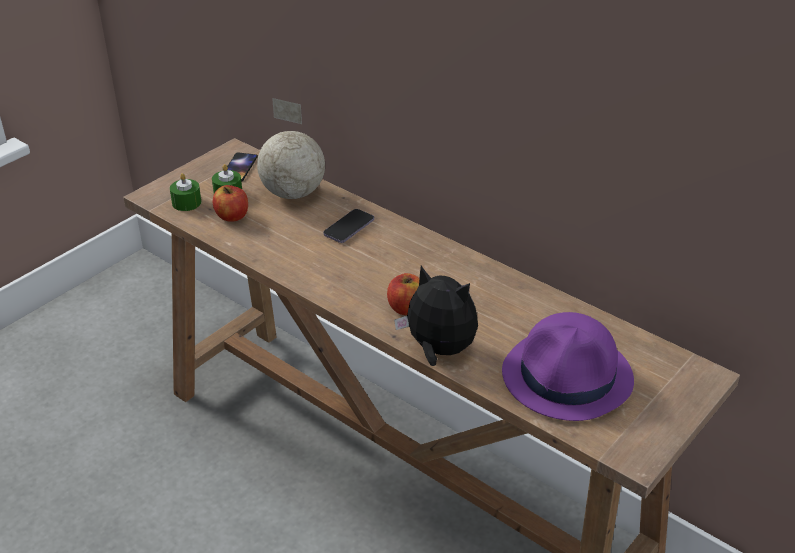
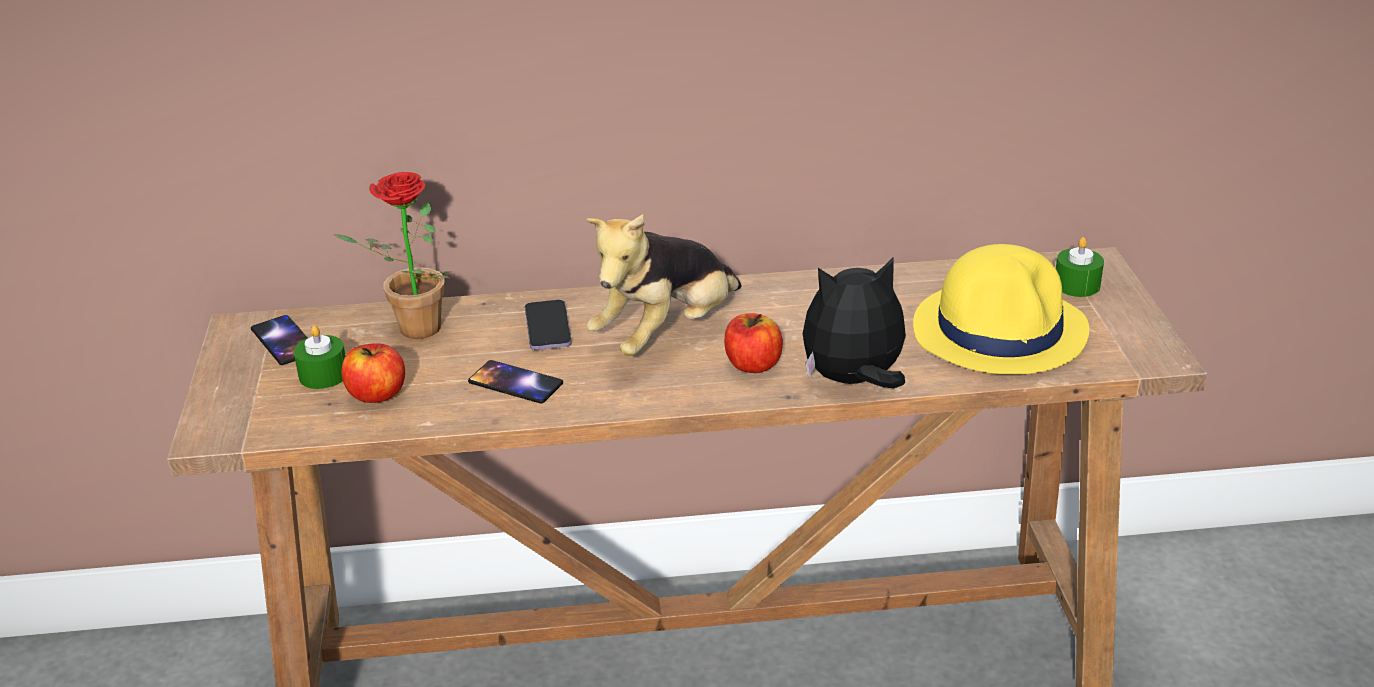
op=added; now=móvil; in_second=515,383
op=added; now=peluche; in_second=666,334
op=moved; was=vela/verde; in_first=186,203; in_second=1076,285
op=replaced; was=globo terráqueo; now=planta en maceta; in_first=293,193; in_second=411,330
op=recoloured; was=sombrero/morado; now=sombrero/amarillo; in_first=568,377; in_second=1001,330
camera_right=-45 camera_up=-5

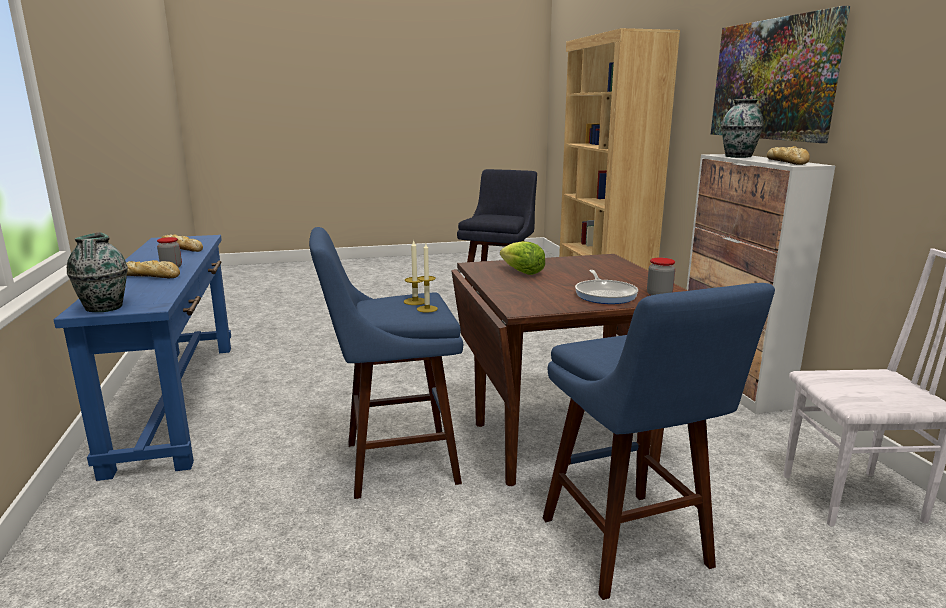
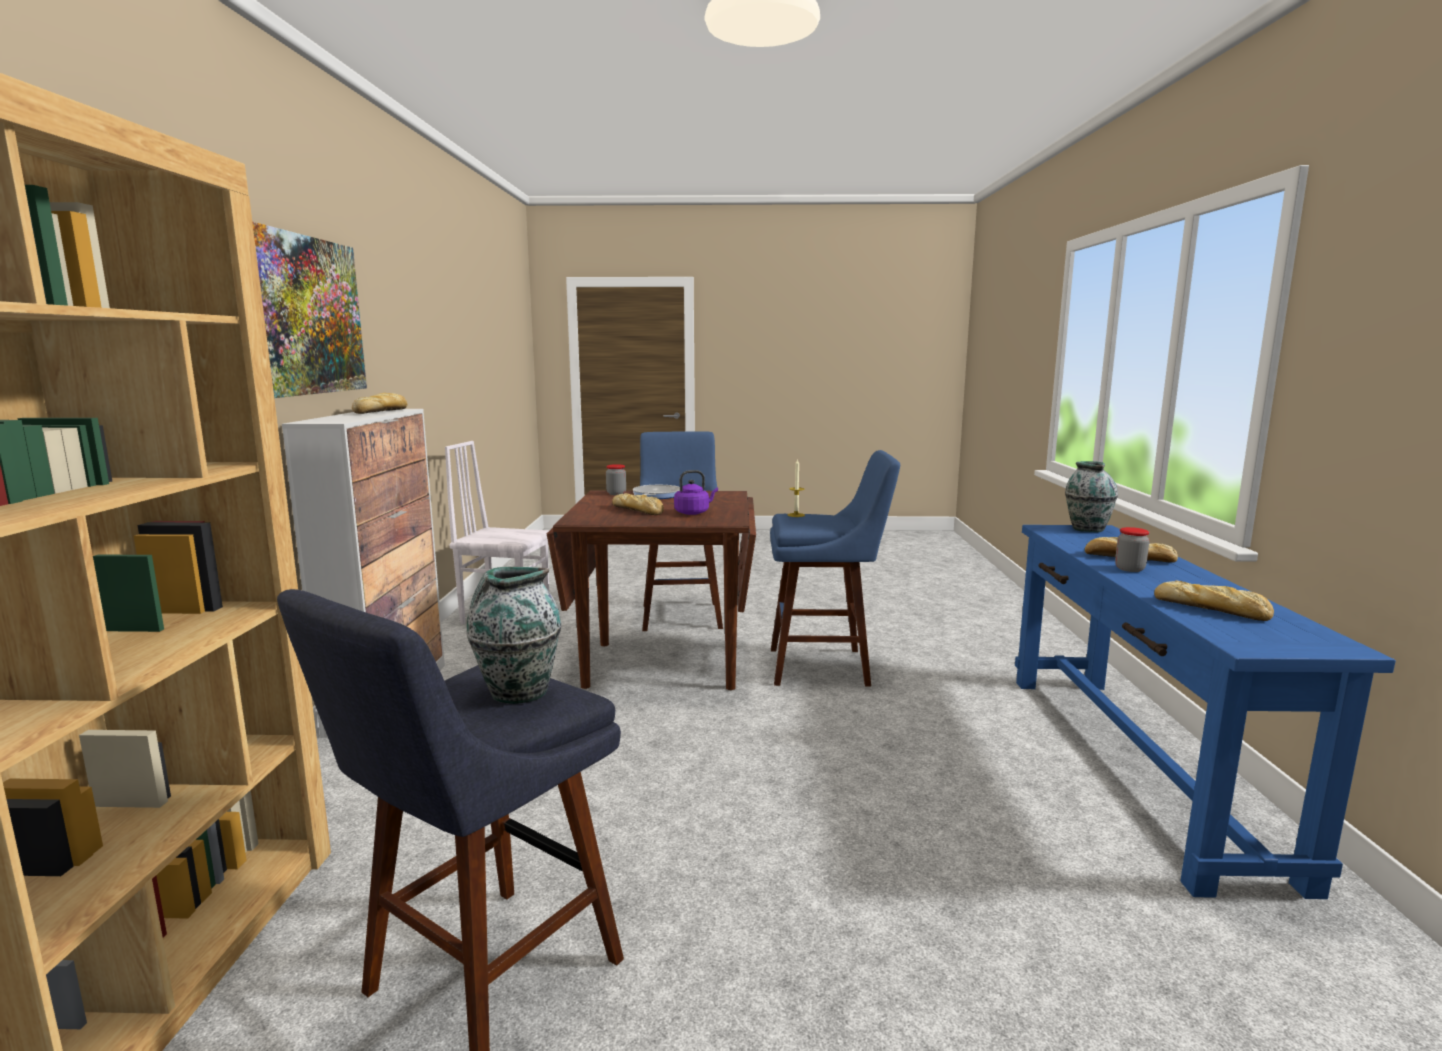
op=removed; was=vela; in_first=415,301
op=added; now=pan; in_second=638,510
op=moved; was=florero; in_first=738,157; in_second=517,692
op=replaced; was=lechuga; now=hervidor/morado; in_first=522,272; in_second=693,512
camera_right=-165 camera_up=-5

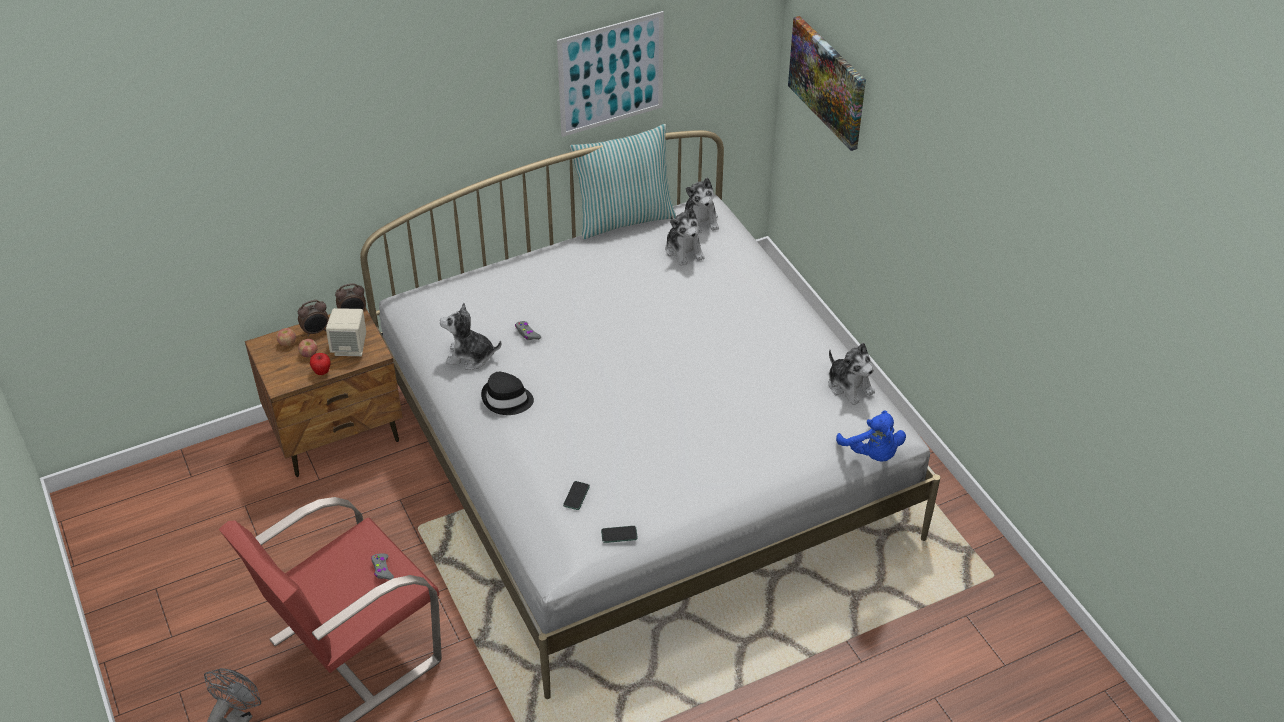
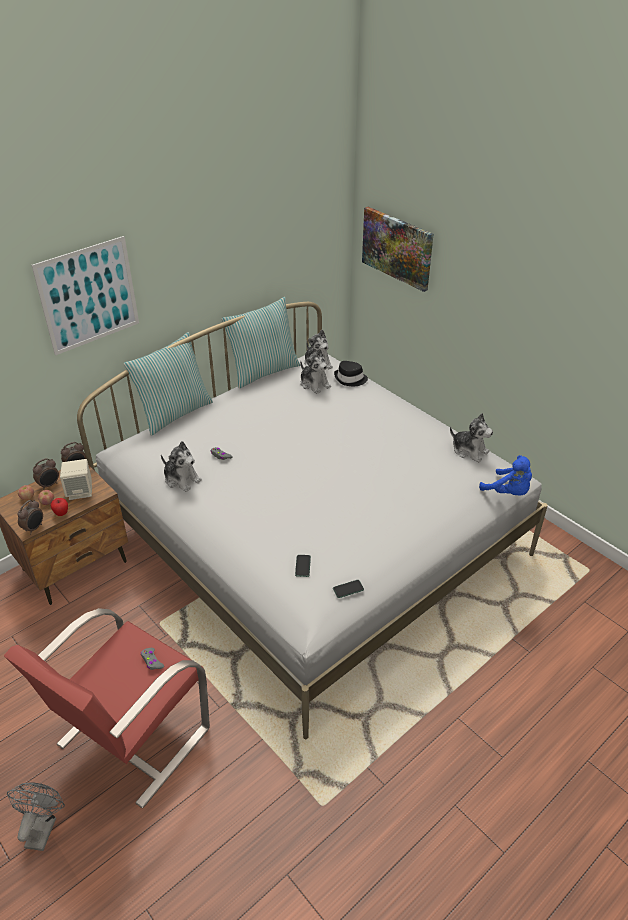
op=added; now=despertador; in_second=34,528
op=added; now=cojín; in_second=174,413
op=moved; was=sombrero/negro; in_first=507,400; in_second=350,379
op=moved; was=cuadro; in_first=611,74; in_second=88,295
op=turned; was=peluche; in_first=470,356; in_second=181,479; clockwise=-135
camera_right=-15 camera_up=-5

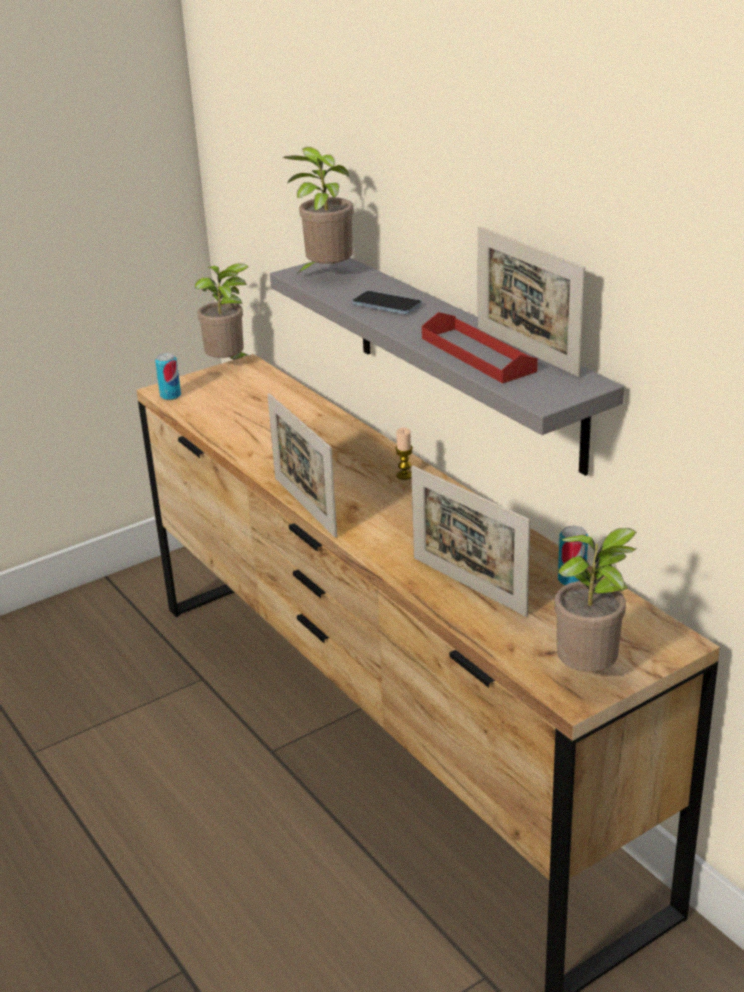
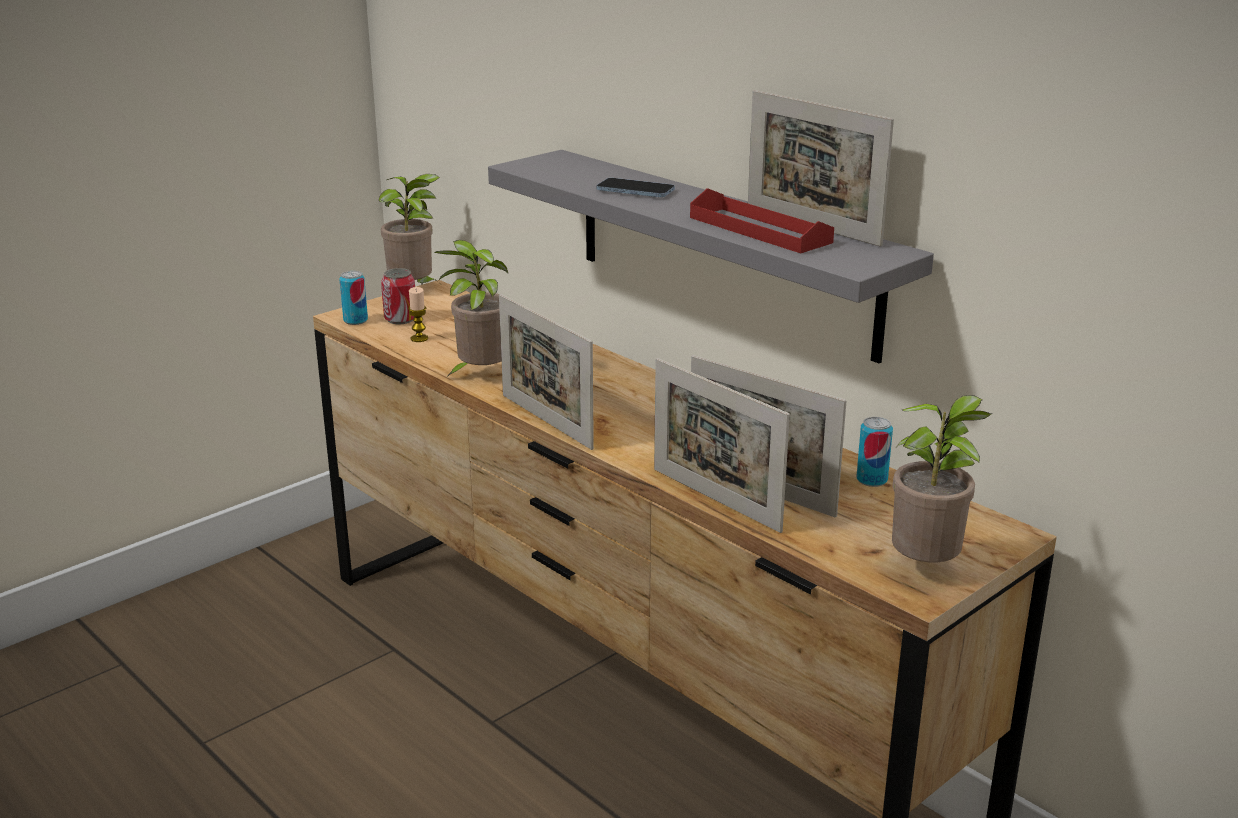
op=added; now=lata; in_second=400,319
op=added; now=portarretratos; in_second=715,499
op=moved; was=planta en maceta; in_first=326,274; in_second=480,375
op=moved; was=vela; in_first=404,475; in_second=419,338
camera_right=-10 camera_up=-5

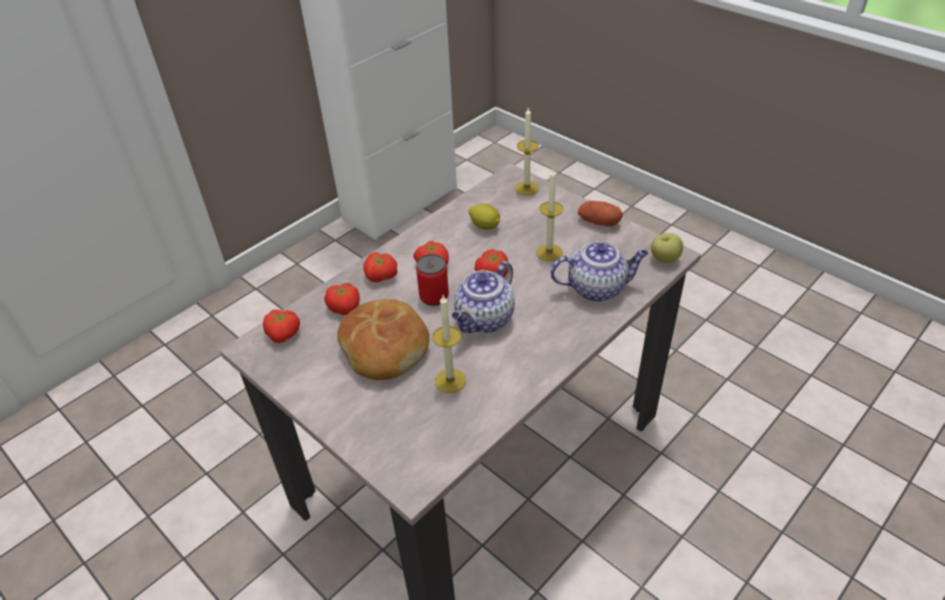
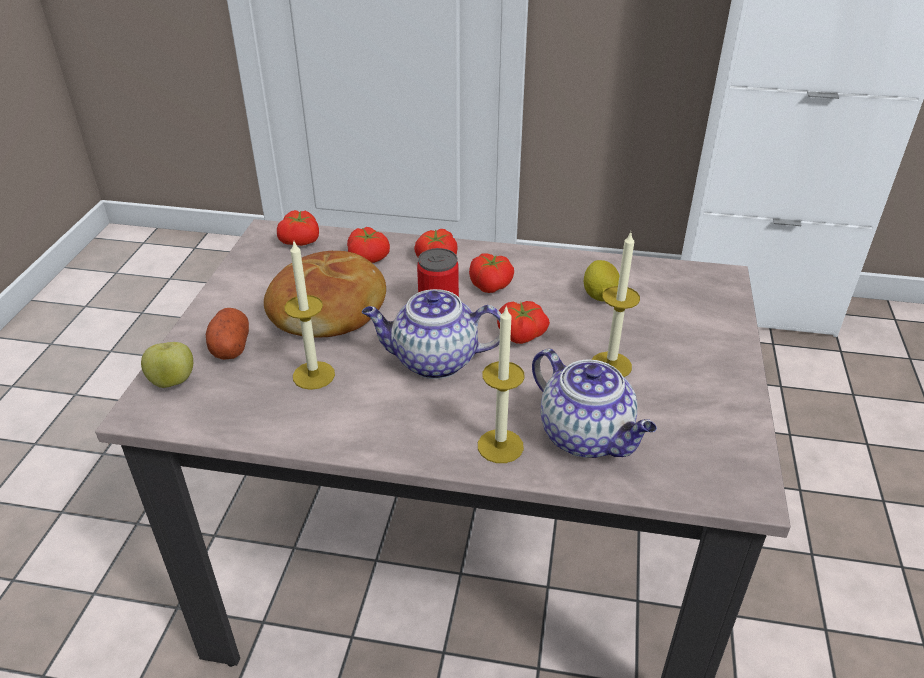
op=moved; was=vela; in_first=526,188; in_second=500,446
op=moved; was=patata; in_first=598,222; in_second=230,346
op=moved; was=manzana; in_first=664,259; in_second=173,381
camera_right=55 camera_up=-5

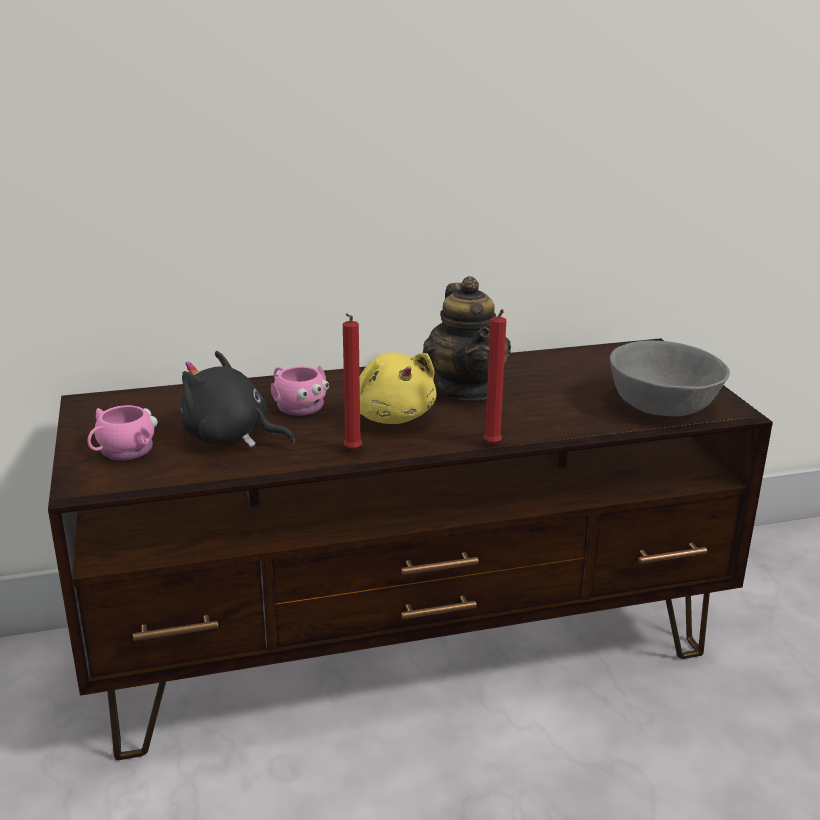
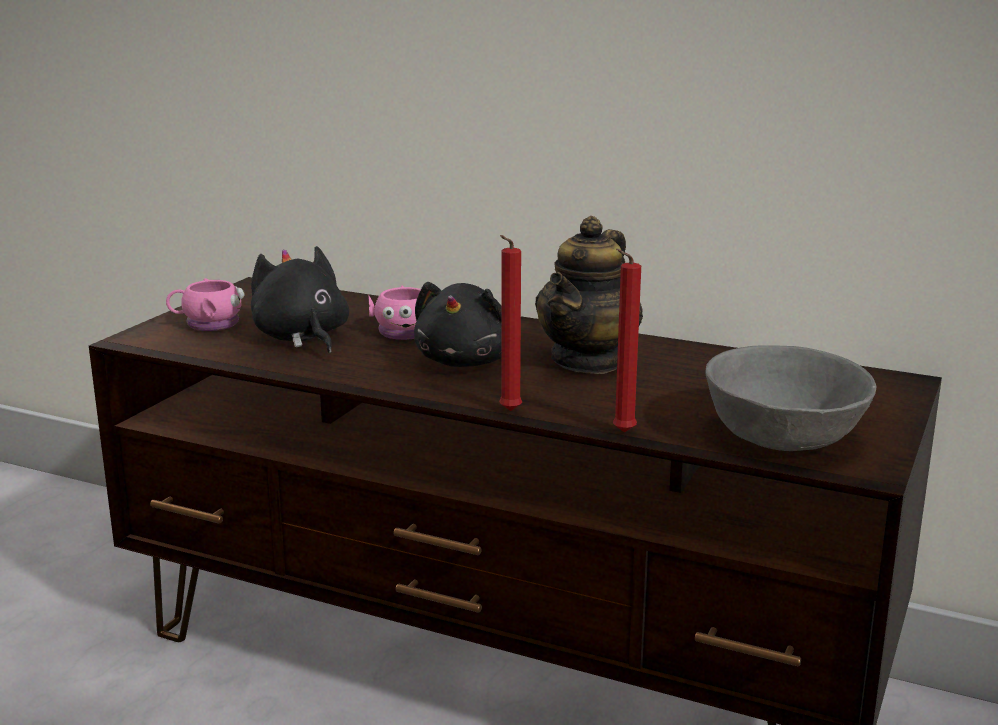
op=moved; was=vela/rojo; in_first=351,452; in_second=621,433
op=recoloured; was=peluche/amarillo; now=peluche/negro; in_first=391,416; in_second=467,361
camera_right=40 camera_up=-5

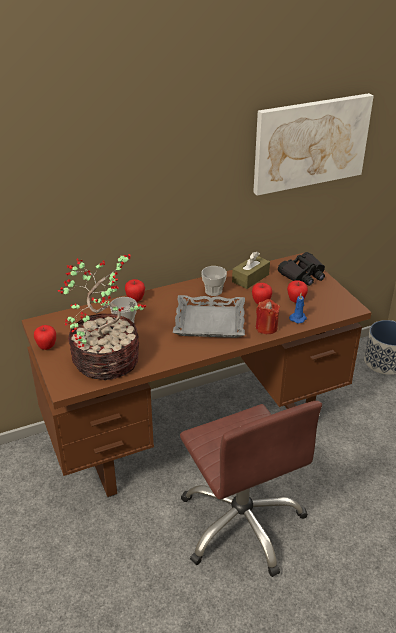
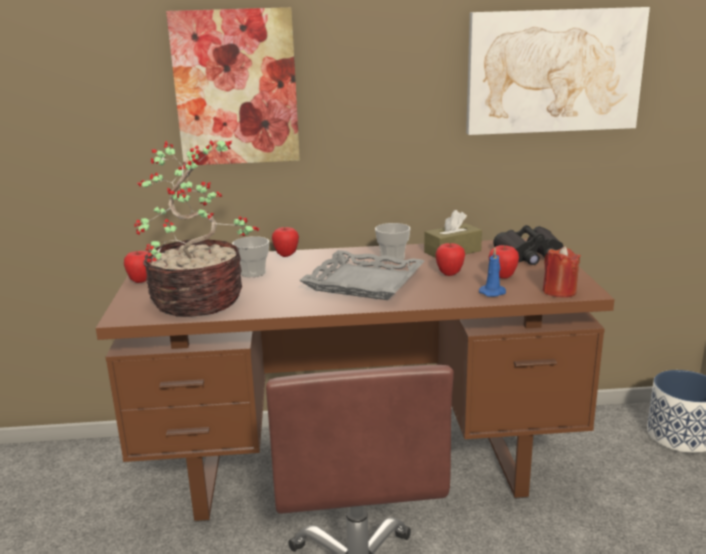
op=added; now=cuadro; in_second=236,88
op=moved; was=vela/rojo; in_first=266,328; in_second=559,291
camera_right=20 camera_up=-15

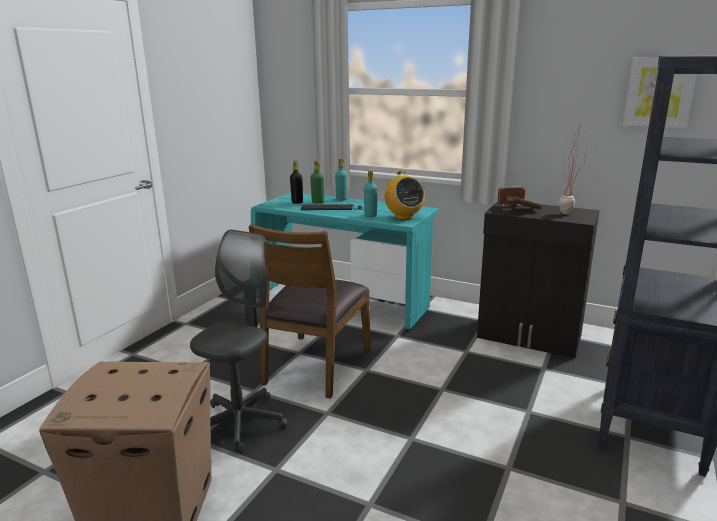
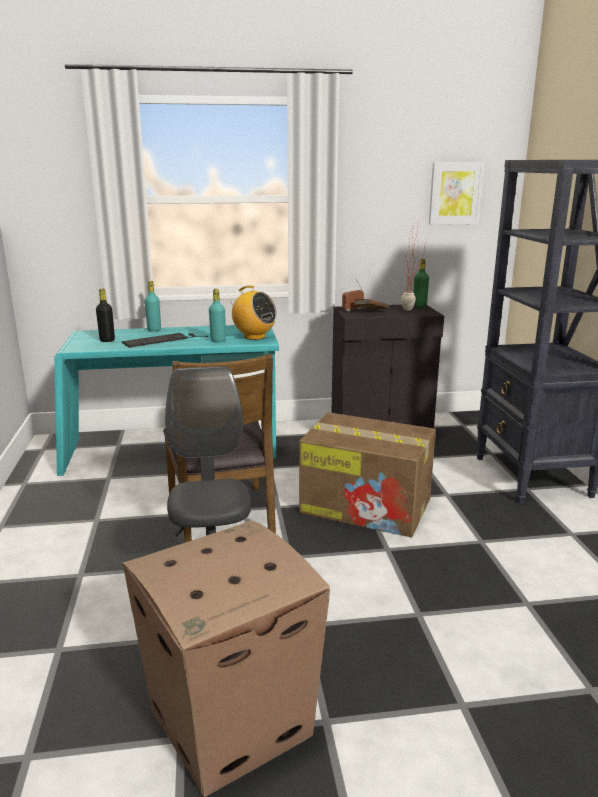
op=added; now=caja de cartón; in_second=367,506
op=moved; was=botella/verde; in_first=318,202; in_second=419,306
camera_right=-35 camera_up=0

